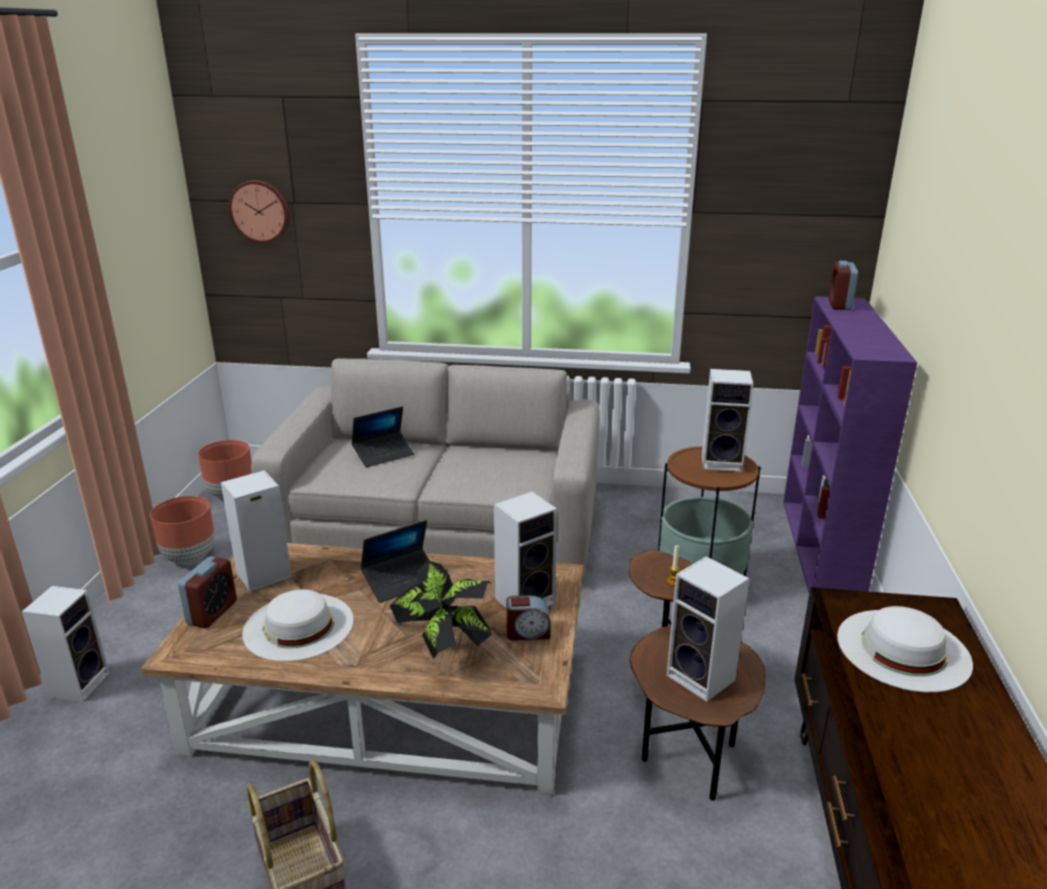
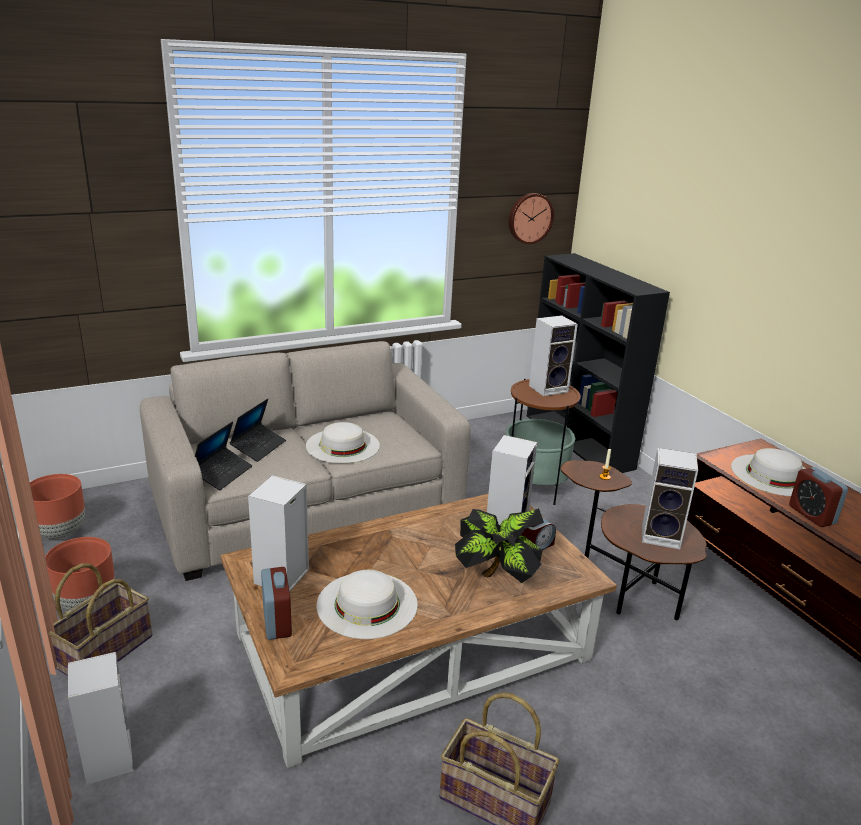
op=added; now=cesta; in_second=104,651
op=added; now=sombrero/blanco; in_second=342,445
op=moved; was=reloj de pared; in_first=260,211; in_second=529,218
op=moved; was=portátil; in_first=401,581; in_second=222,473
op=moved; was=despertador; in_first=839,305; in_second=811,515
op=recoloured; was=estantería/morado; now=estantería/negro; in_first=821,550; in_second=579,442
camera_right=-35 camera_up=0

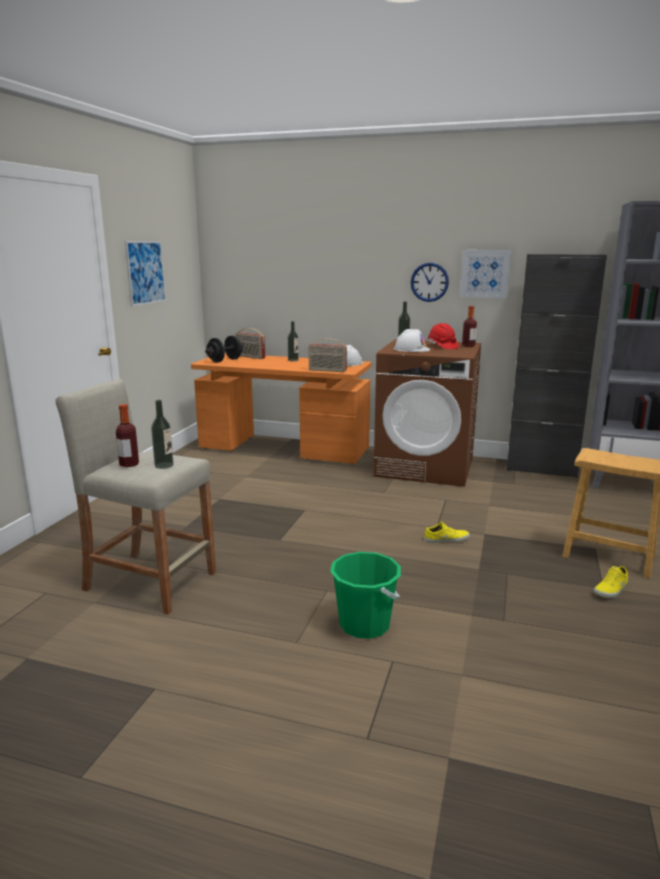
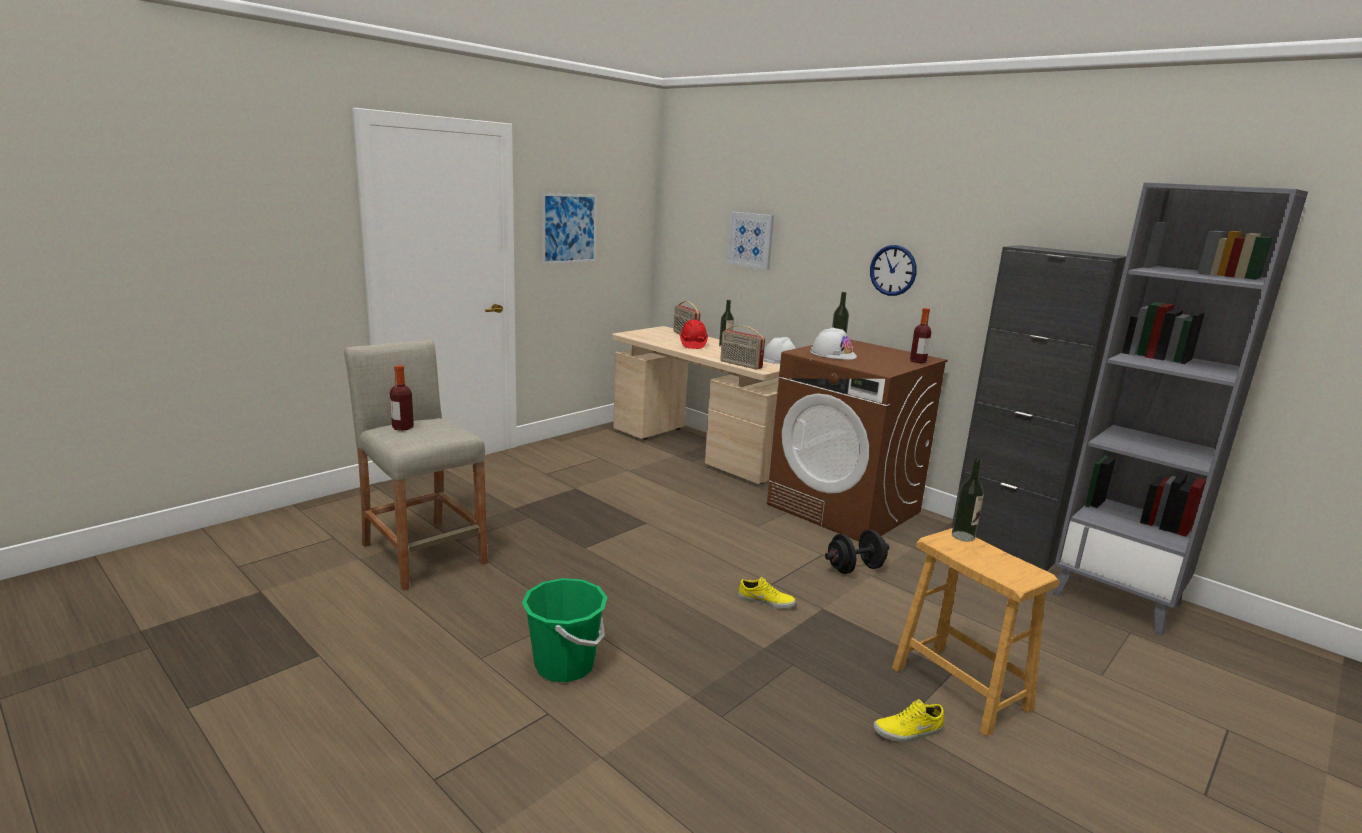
op=moved; was=botella; in_first=164,465; in_second=963,536
op=moved; was=mancuerna/negro; in_first=225,360; in_second=855,568
op=moved; was=casco/rojo; in_first=442,346; in_second=693,345
op=moved; was=cuadro; in_first=485,273; in_second=751,240
op=recoloured; was=escritorio/naranja; now=escritorio/beis; in_first=284,449; in_second=701,450
camera_right=25 camera_up=0

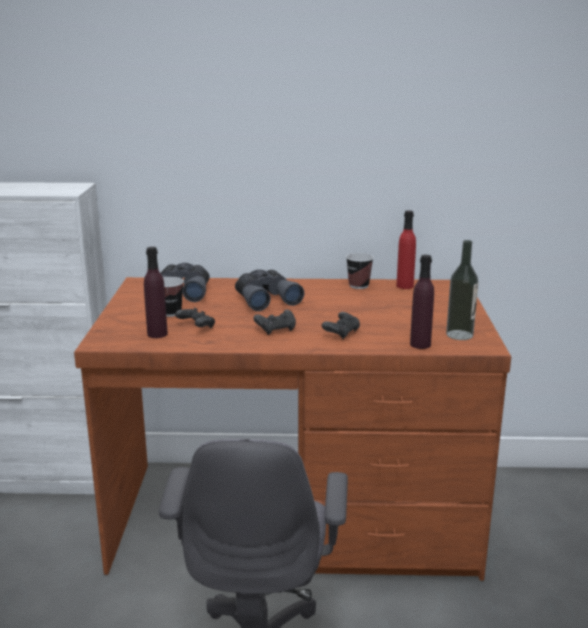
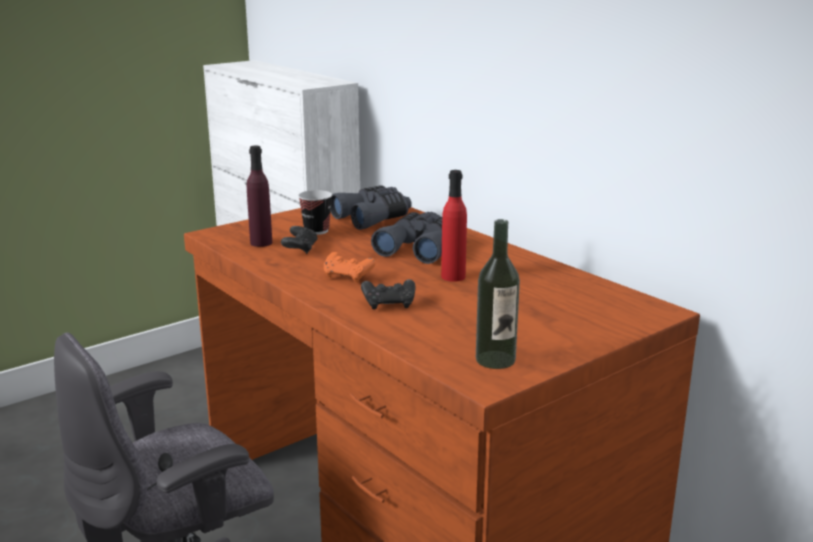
op=removed; was=taza; in_first=358,286
op=removed; was=botella/morado; in_first=420,344
op=moved; was=botella/rojo; in_first=405,286; in_second=453,277
op=recoloured; was=mando de consola/negro; now=mando de consola/naranja; in_first=276,330; in_second=348,277
camera_right=50 camera_up=0

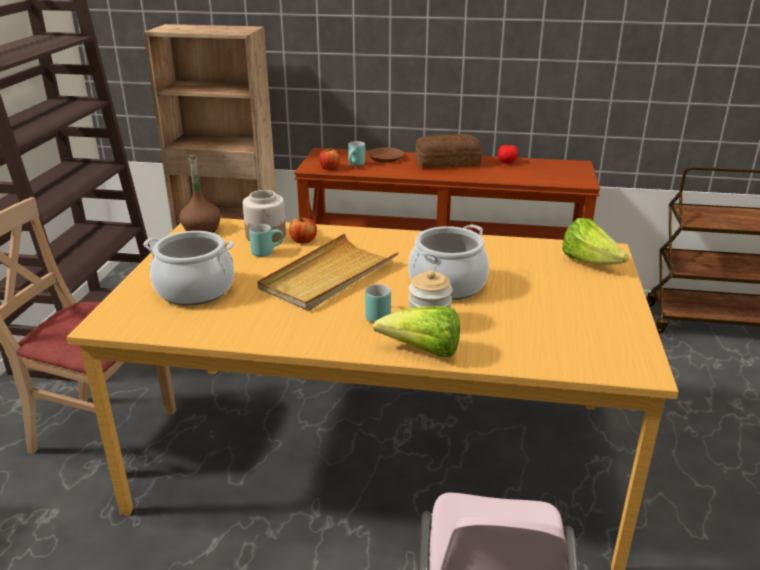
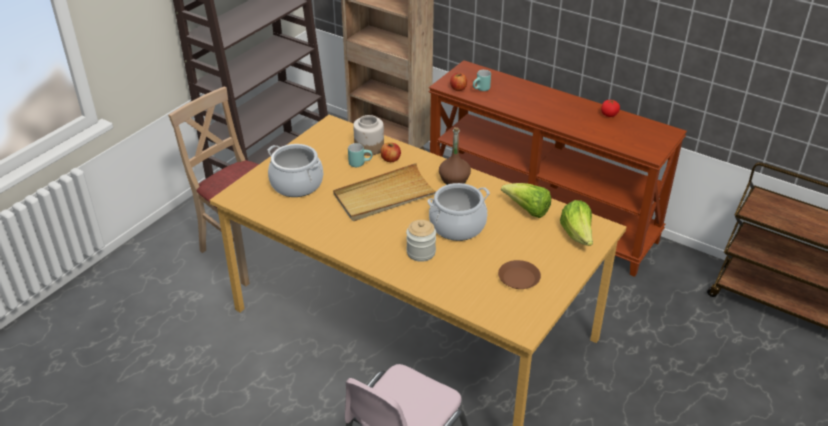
op=removed; was=taza grande/turquesa; in_first=376,315
op=removed; was=pan; in_first=446,162
op=moved; was=botella/marrón; in_first=201,229; in_second=454,179
op=moved; was=plato/marrón; in_first=385,158; in_second=518,278
op=moved; was=lechuga; in_first=423,351; in_second=527,210
camera_right=25 camera_up=10

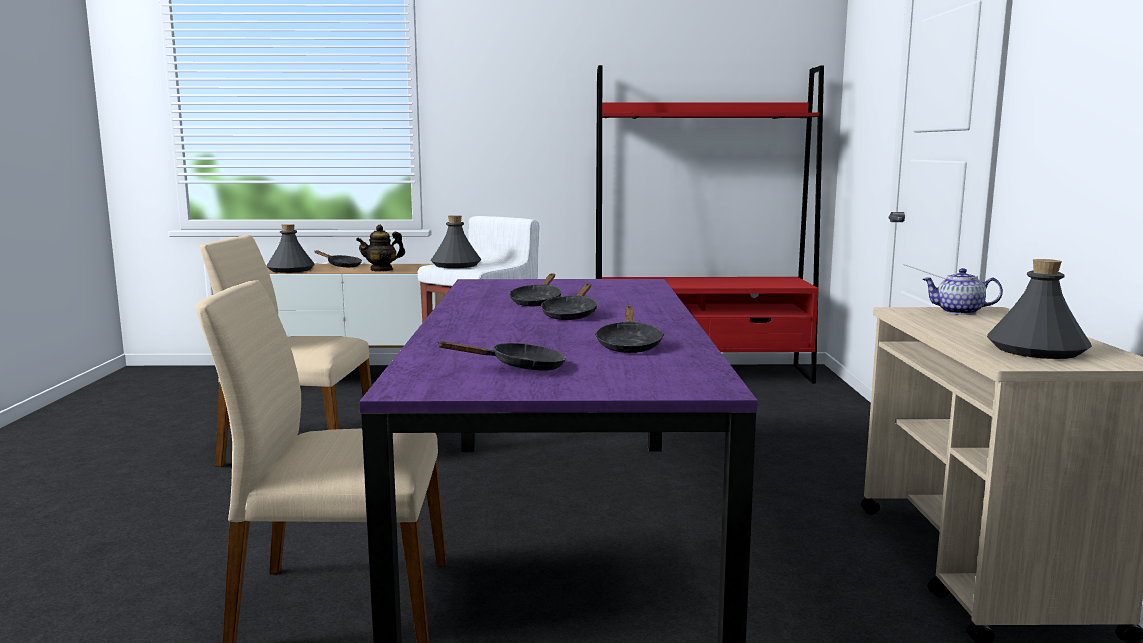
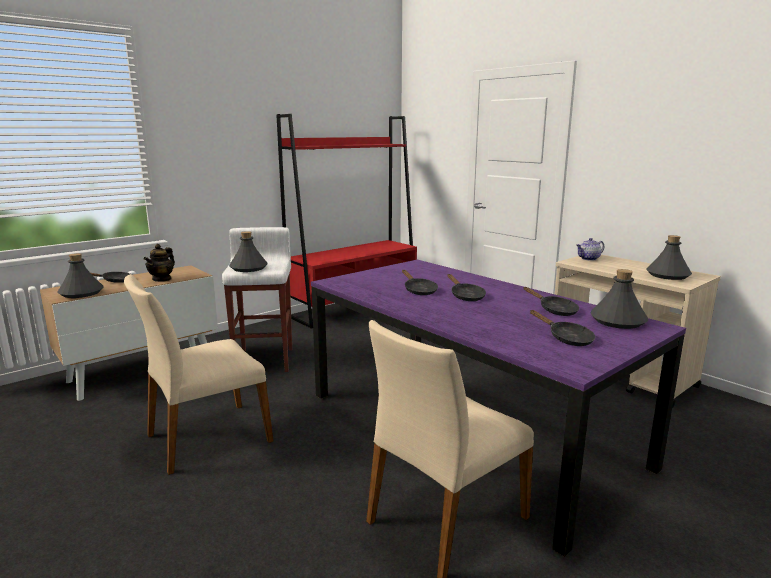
op=added; now=botella/gris; in_second=618,321
op=turned; was=sartén/negro; in_first=520,367; in_second=566,338; clockwise=105
camera_right=-40 camera_up=5

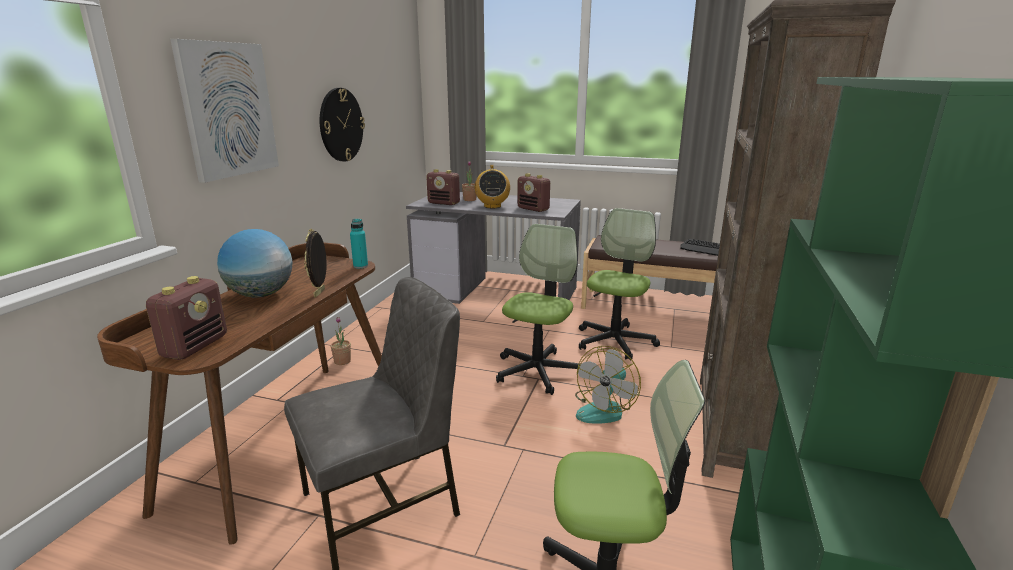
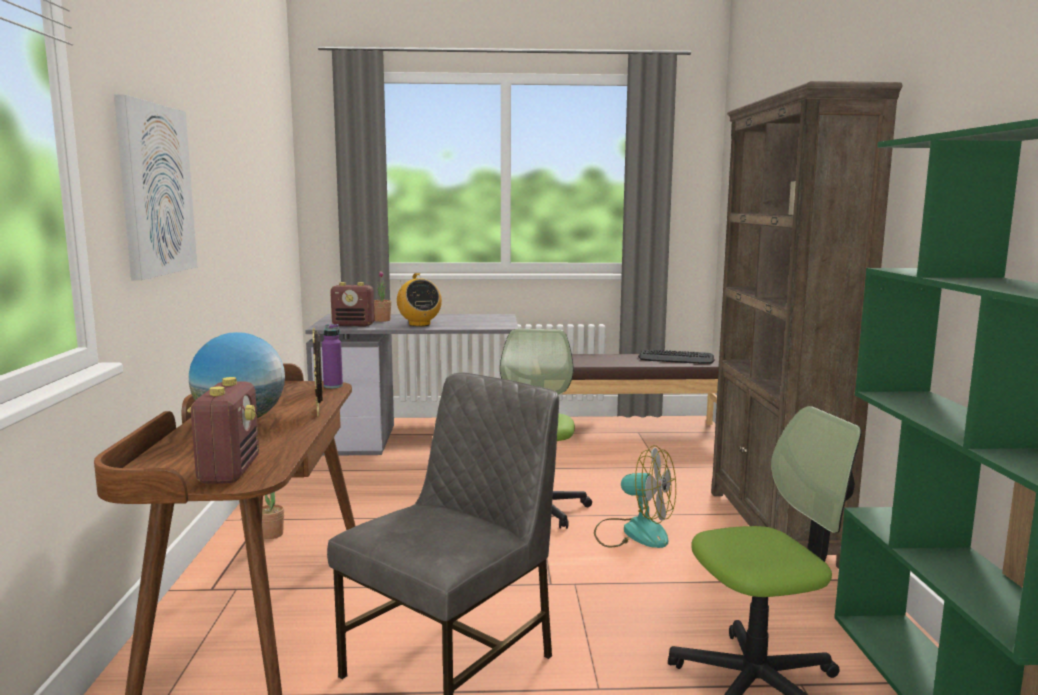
op=removed; was=reloj de pared; in_first=341,125
op=removed; was=radio; in_first=533,209
op=removed; was=silla de oficina; in_first=615,341
op=recoloured; was=botella/turquesa; now=botella/morado; in_first=360,266; in_second=333,386
op=turned; was=ventilador; in_first=604,409; in_second=634,532; clockwise=-75
camera_right=-20 camera_up=-10

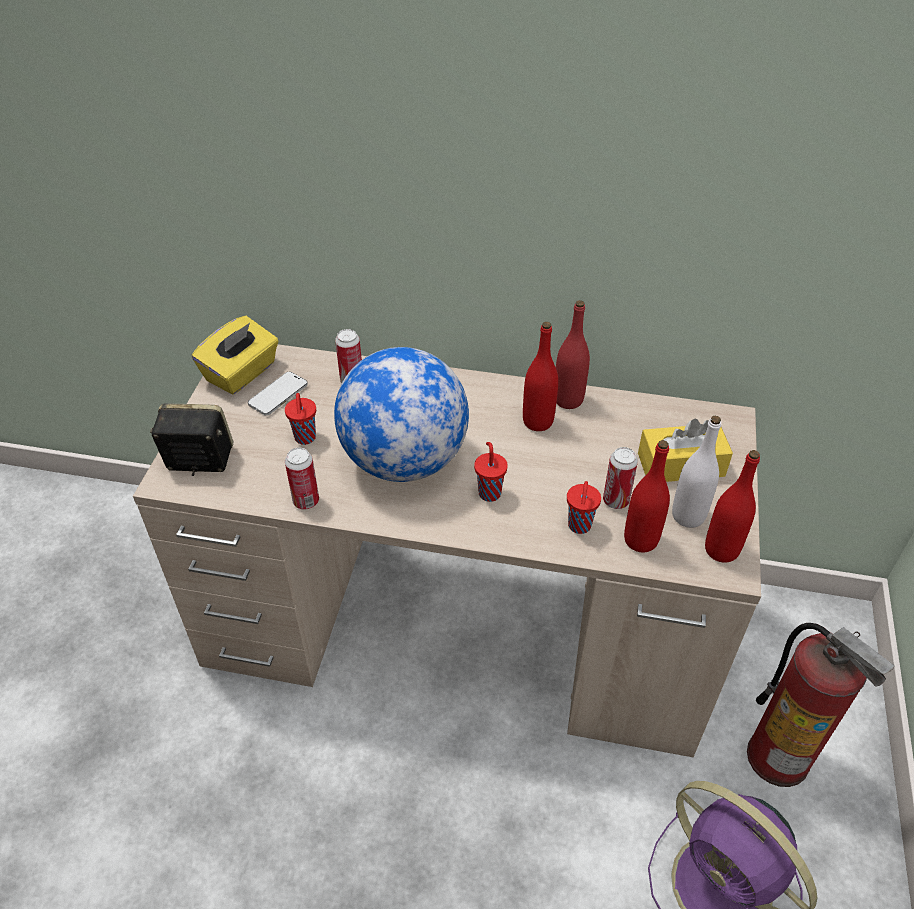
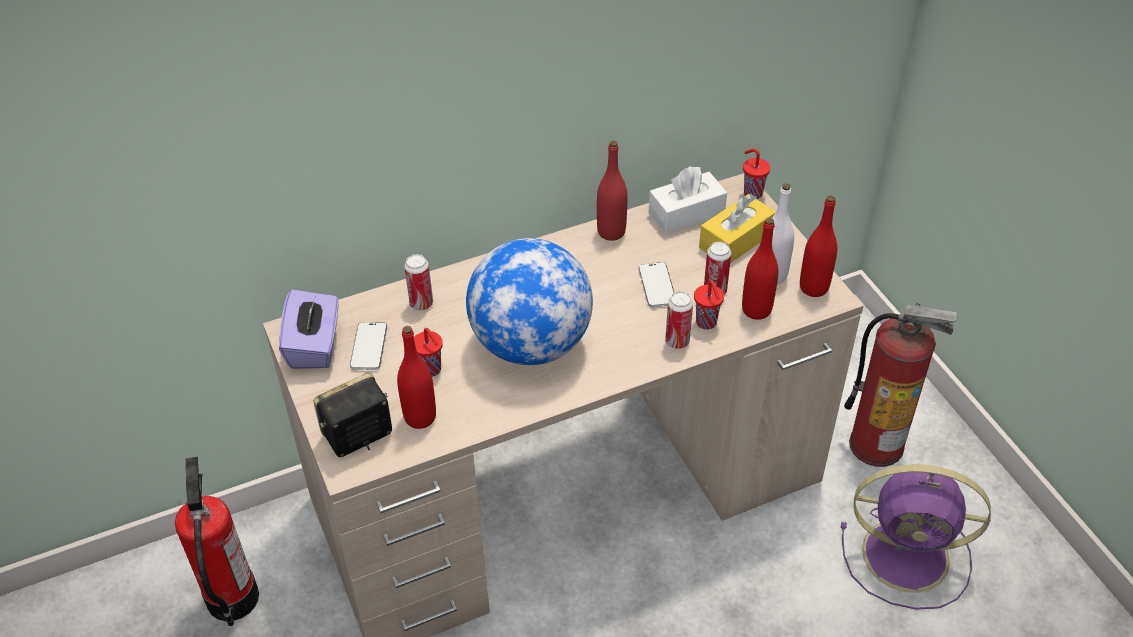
op=added; now=extintor; in_second=232,598
op=added; now=móvil; in_second=657,286
op=added; now=caja de pañuelos/blanco; in_second=686,214
op=moved; was=lata; in_first=306,501; in_second=677,341
op=moved; was=taza/rojo; in_first=489,492; in_second=752,193
op=moved; was=botella/rojo; in_first=538,421; in_second=420,417
op=recoloured; was=caja de pañuelos/amarillo; now=caja de pañuelos/morado; in_first=241,373; in_second=315,346
camera_right=-35 camera_up=0

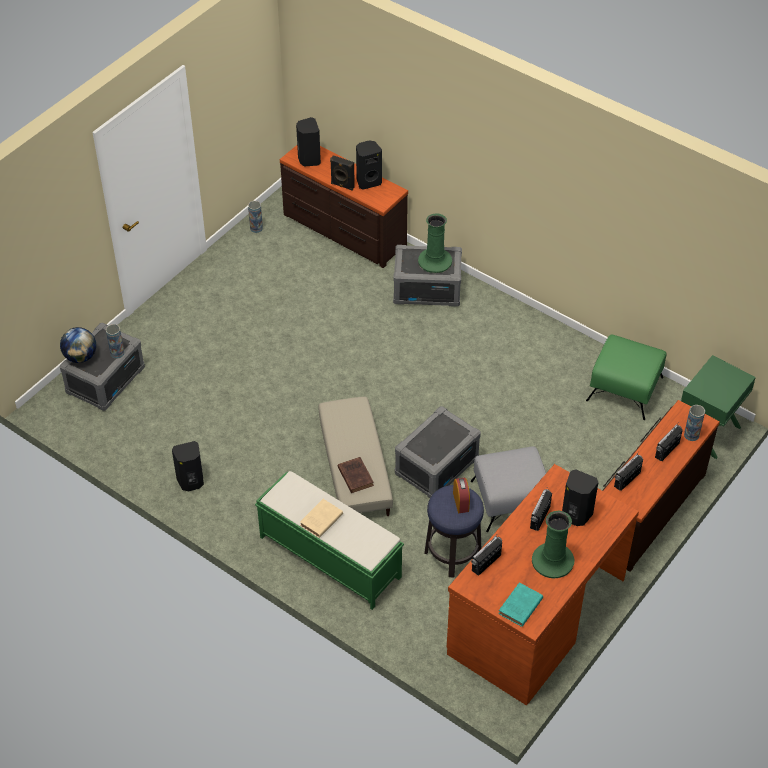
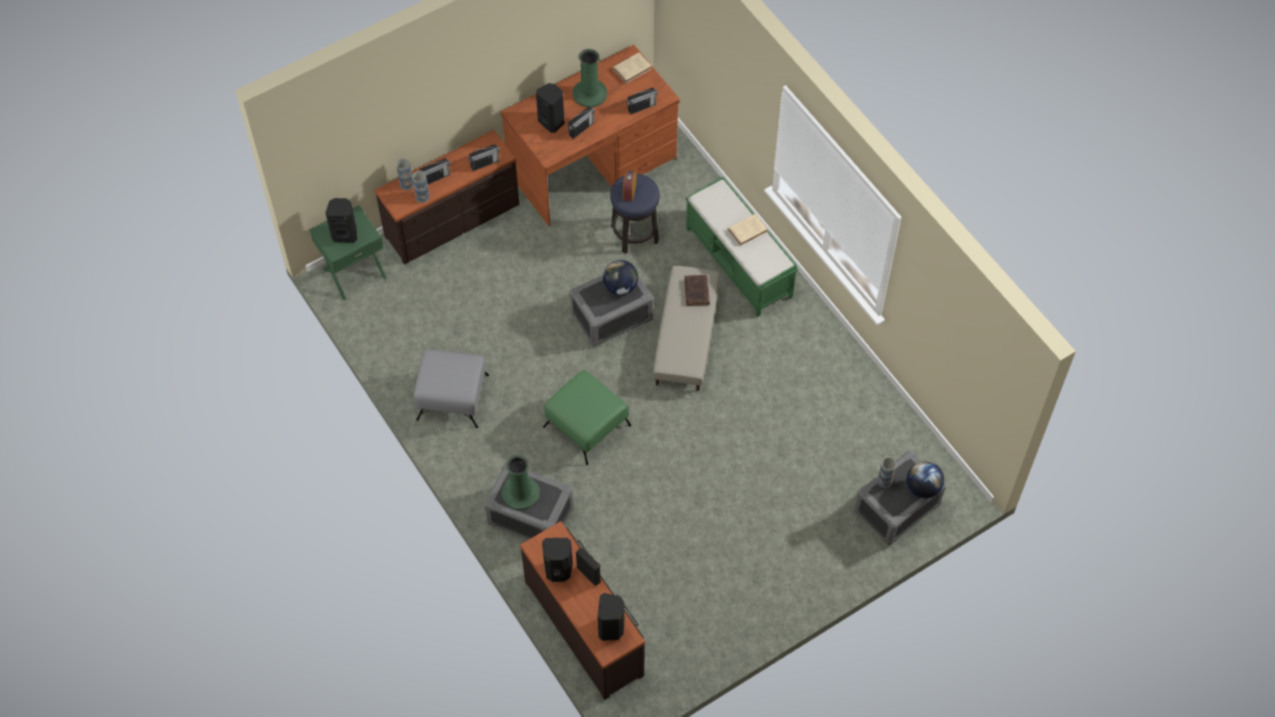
op=added; now=globo terráqueo; in_second=620,287
op=moved; was=altavoz/negro; in_first=191,482; in_second=345,234
op=moved; was=florero; in_first=256,228; in_second=422,197
op=moved; was=puf/gris; in_first=509,500; in_second=453,397
op=moved; was=puf/verde; in_first=625,389; in_second=586,425
op=recoloured; was=libro/turquesa; now=libro/beis; in_first=519,607; in_second=633,69
camera_right=-160 camera_up=10

